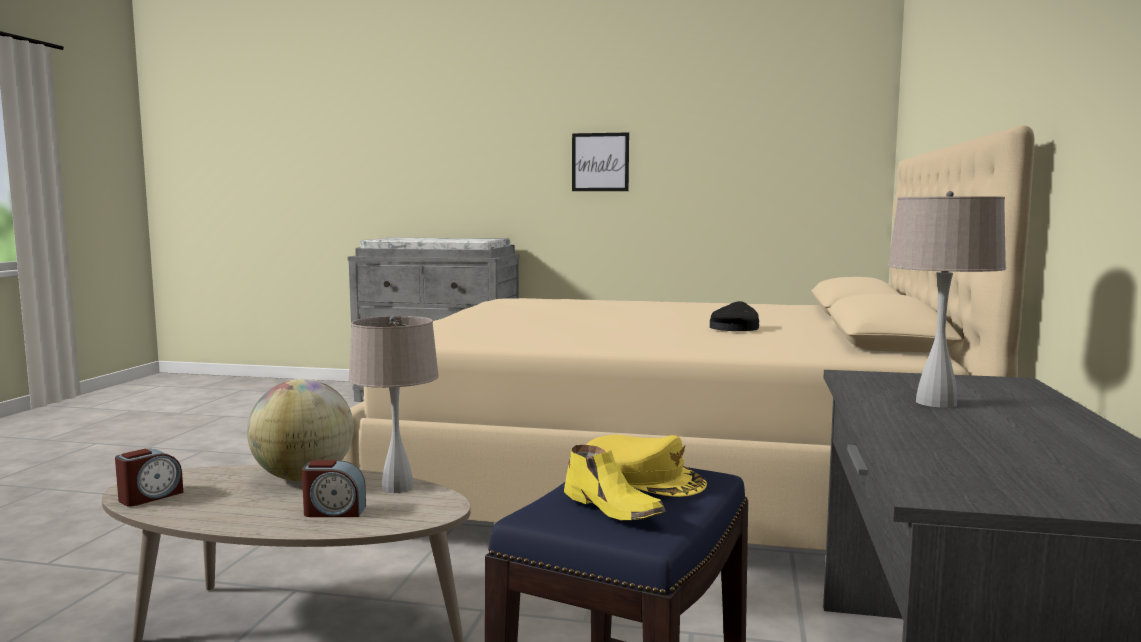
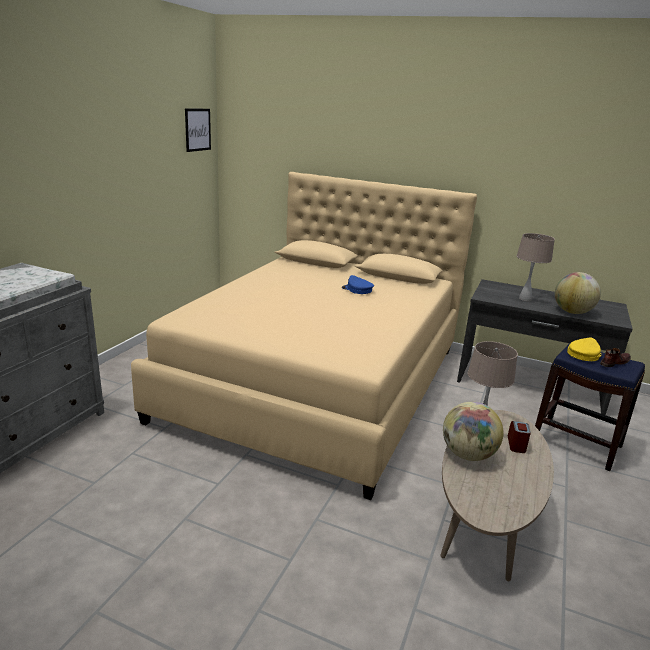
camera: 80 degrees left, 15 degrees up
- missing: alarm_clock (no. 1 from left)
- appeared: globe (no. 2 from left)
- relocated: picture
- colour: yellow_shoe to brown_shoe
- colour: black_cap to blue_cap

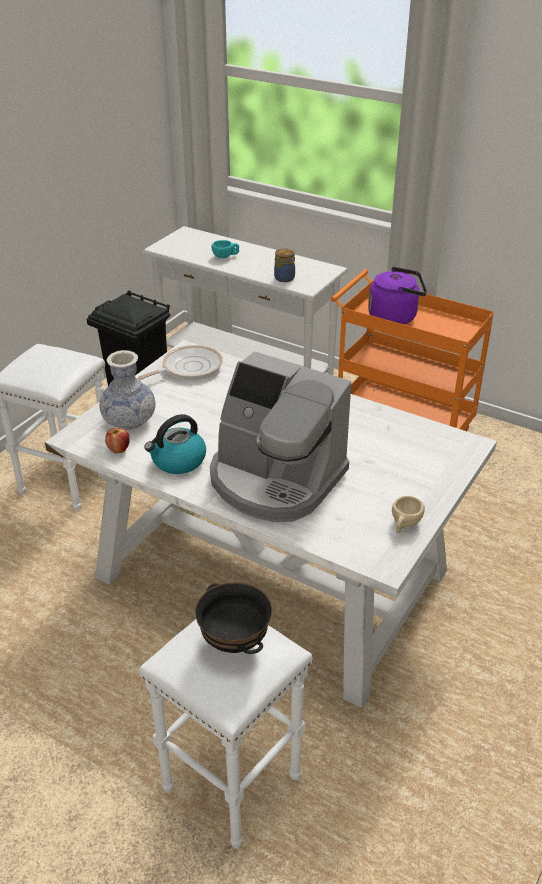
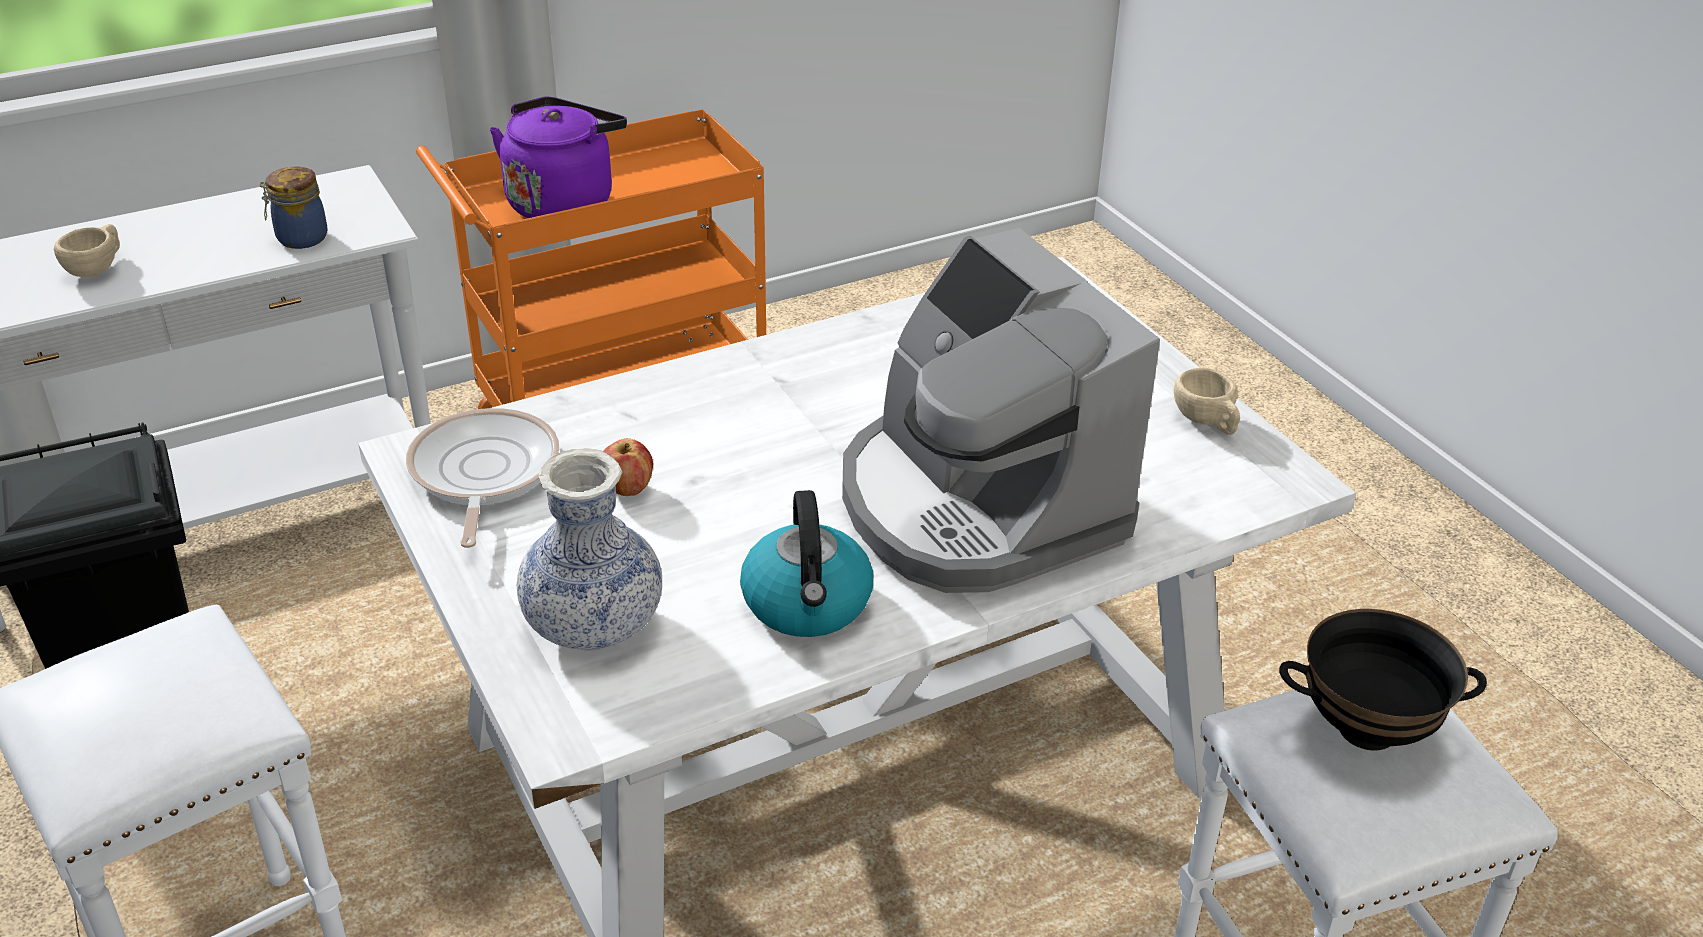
camera: 60 degrees left, 0 degrees up
- relocated: apple
- colour: turquoise_cup to beige_cup (no. 1 from left)
- spun: coffee_machine 90 degrees clockwise

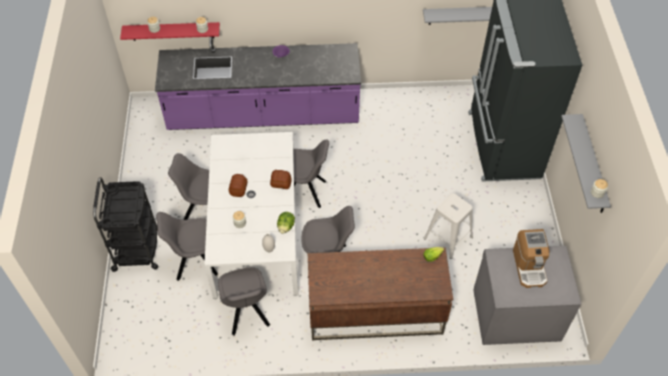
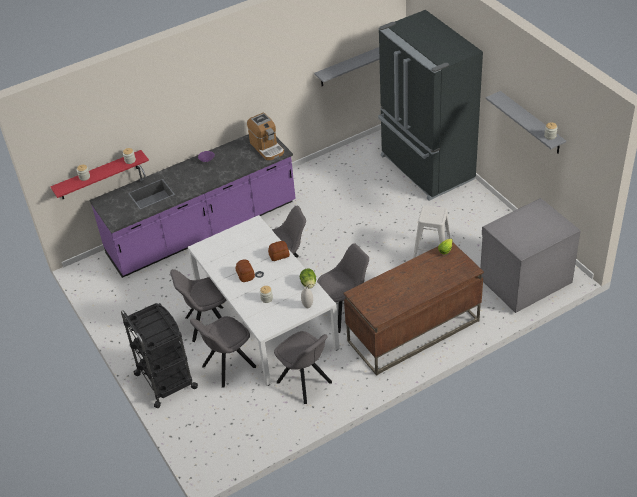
camera: 25 degrees left, 10 degrees down
- relocated: coffee_machine

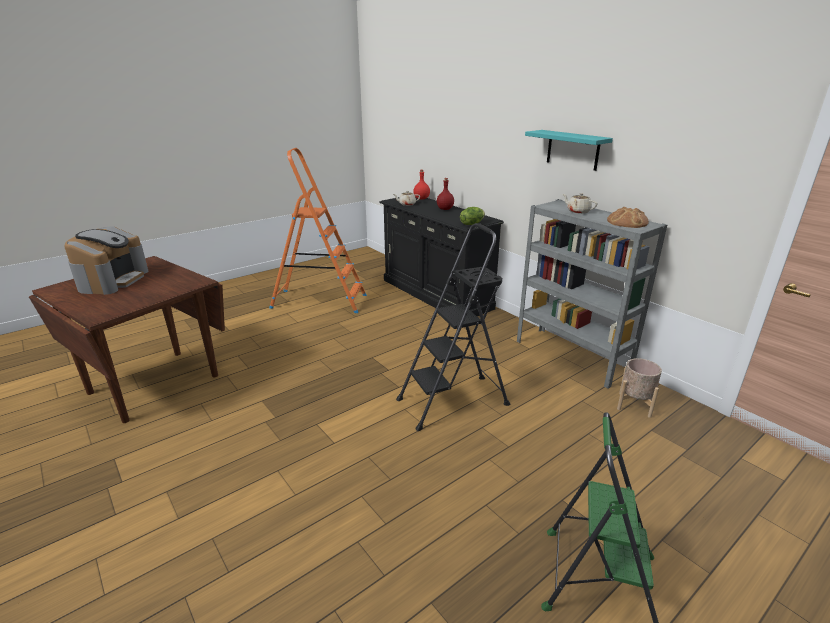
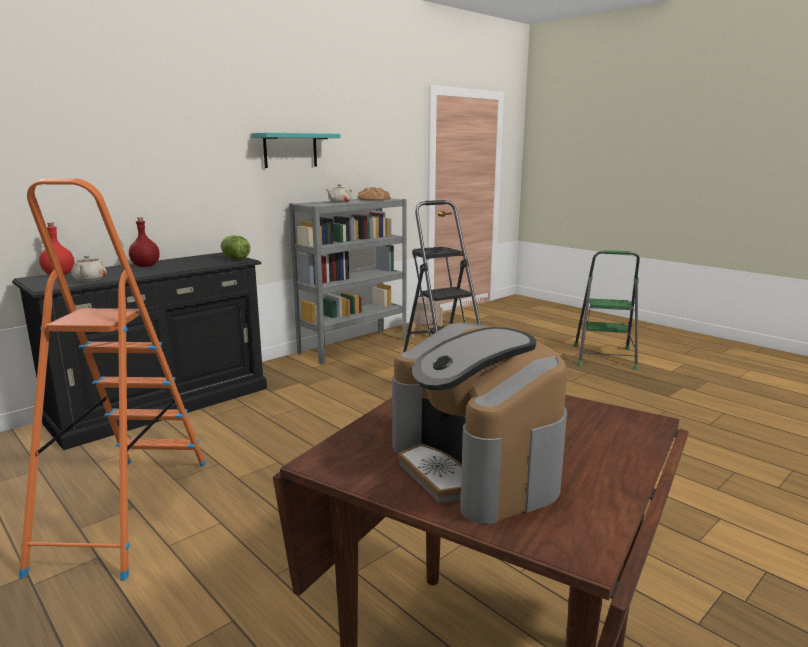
camera: 95 degrees left, 10 degrees down
- spun: coffee_machine 120 degrees counterclockwise

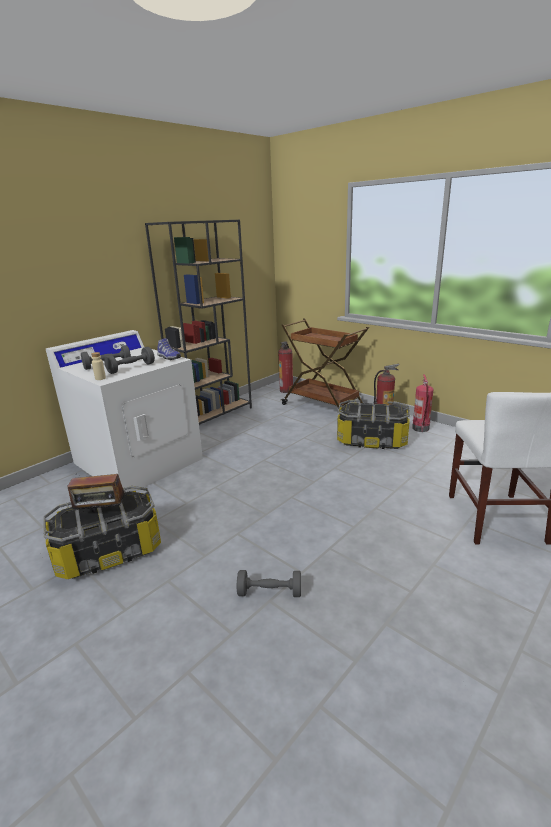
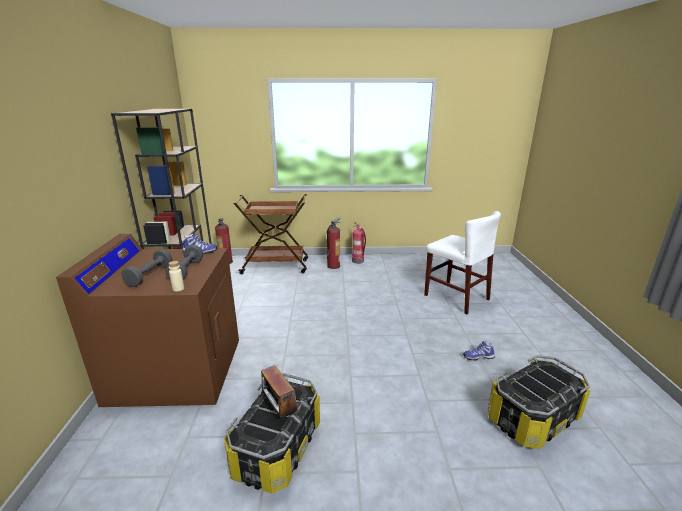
camera: 45 degrees left, 0 degrees up
- missing: grey_dumbbell (no. 3 from left)
- appeared: shoe (no. 2 from left)
- relocated: storage_box (no. 2 from left)
- colour: white_washing_machine to brown_washing_machine
- spun: radio 105 degrees clockwise

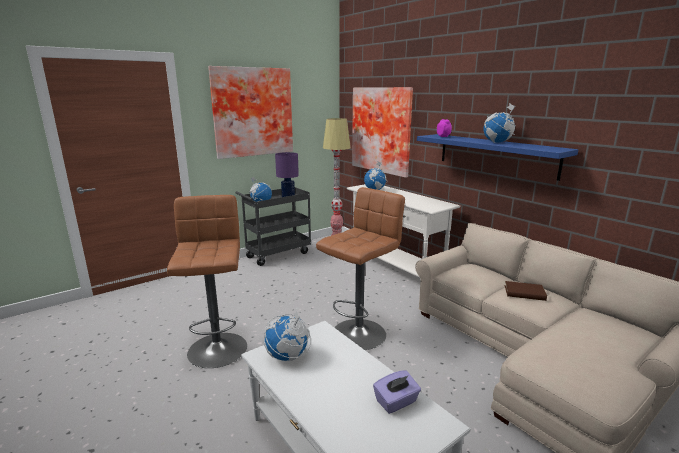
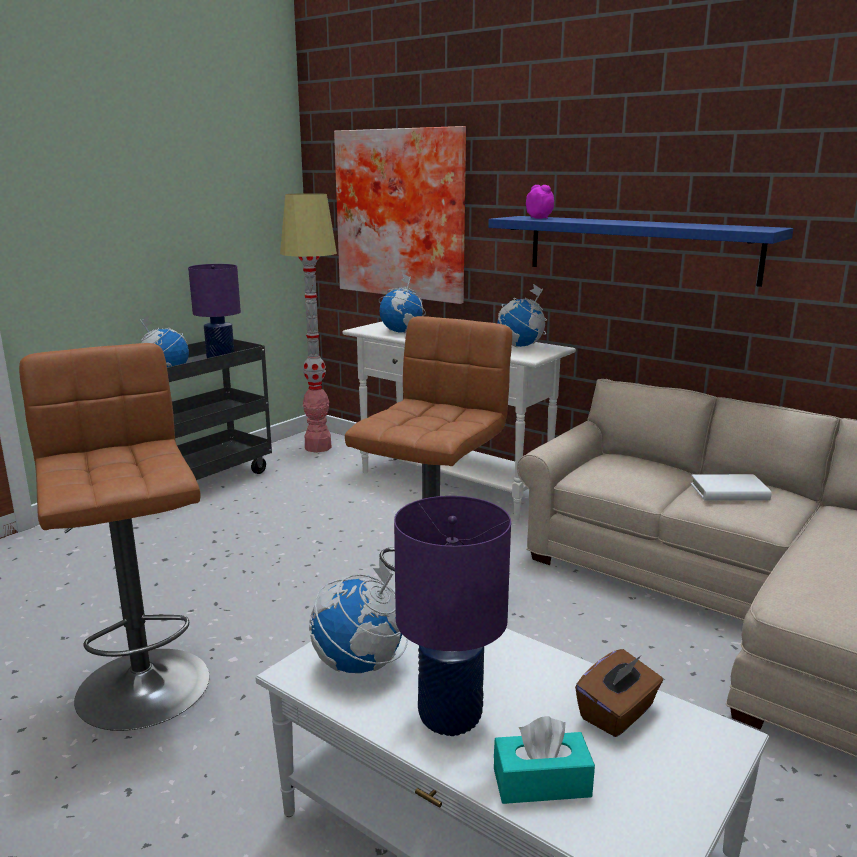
camera: 15 degrees left, 0 degrees up
- missing: picture (no. 1 from left)
- appeared: purple_table_lamp (no. 2 from left)
- appeared: turquoise_tissue_box
- relocated: globe (no. 4 from left)
- colour: purple_tissue_box to brown_tissue_box
- colour: brown_book to white_book

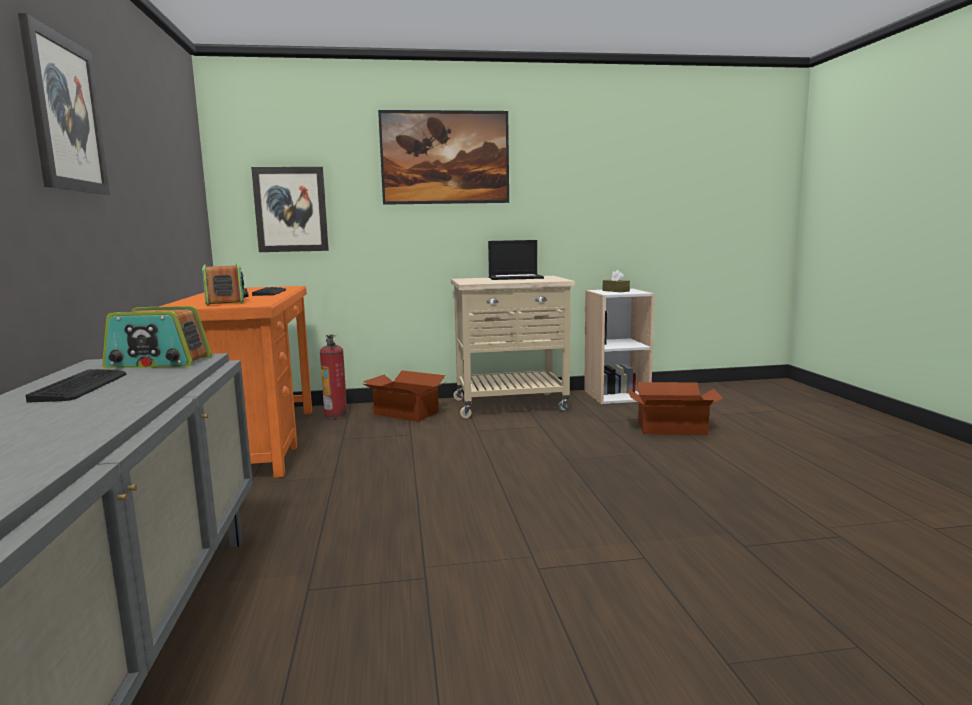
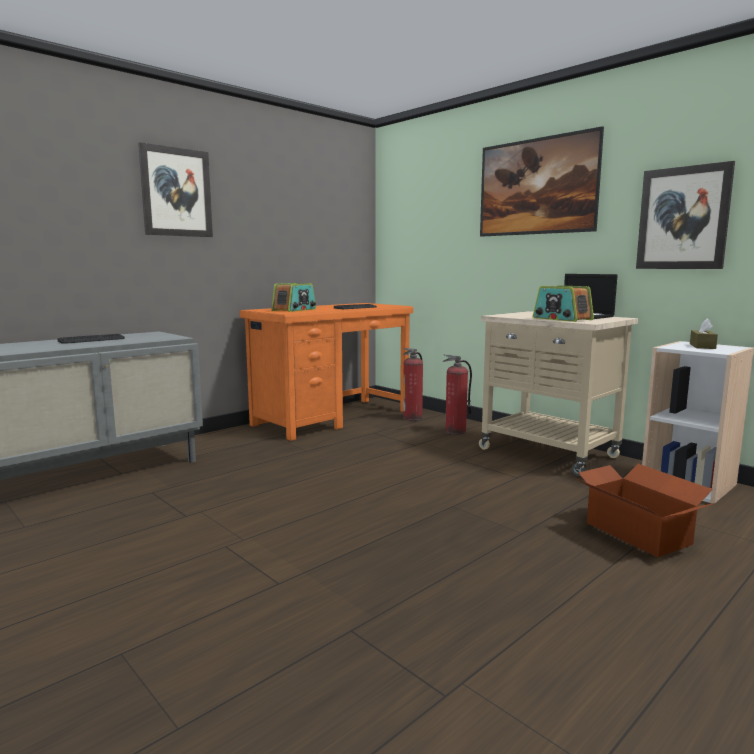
camera: 55 degrees right, 0 degrees up
- relocated: radio (no. 1 from left in the first image) to radio (no. 2 from left)
- relocated: picture (no. 2 from left in the first image) to picture (no. 3 from left)
- exchanged: cardboard_box (no. 1 from left) to fire_extinguisher (no. 2 from left)

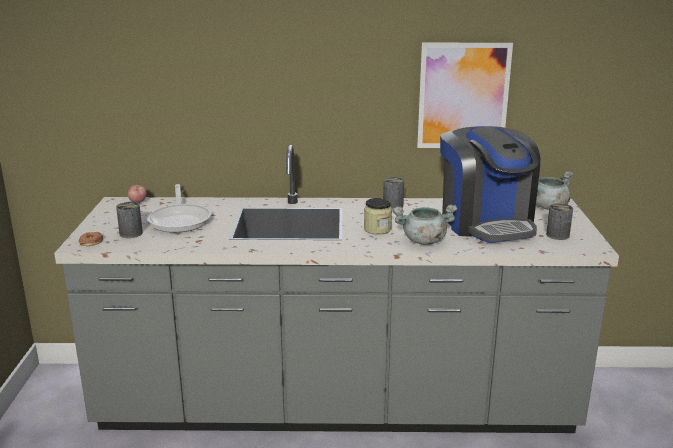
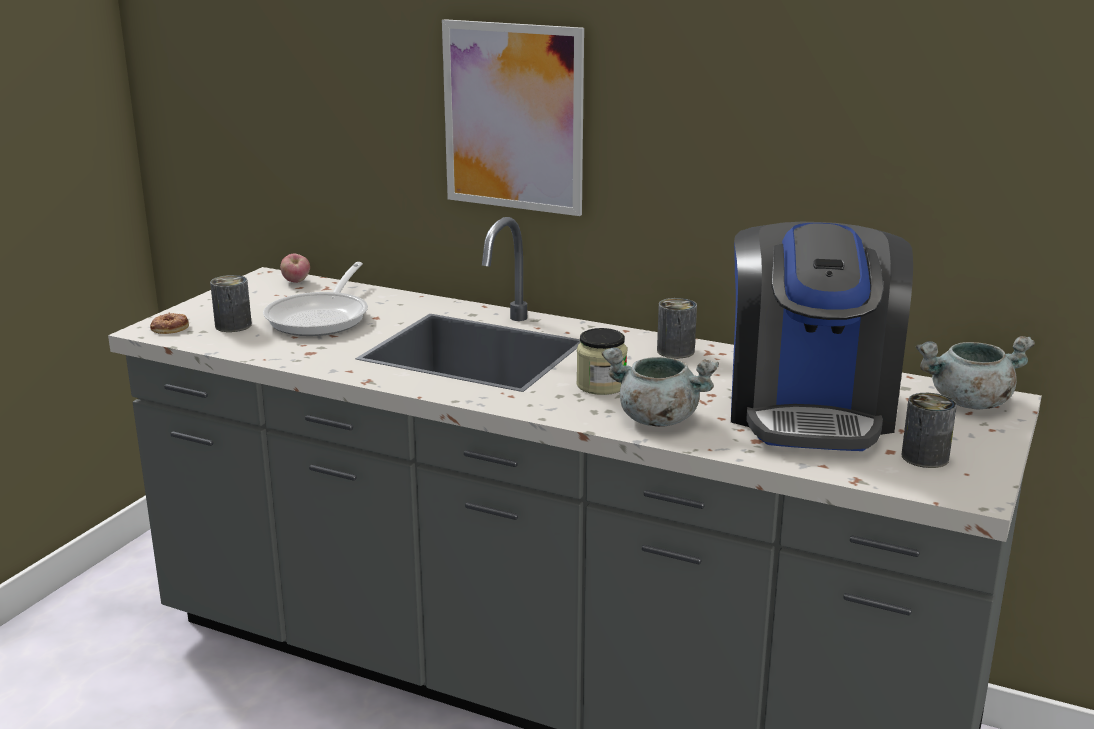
camera: 25 degrees right, 0 degrees up
- relocated: picture

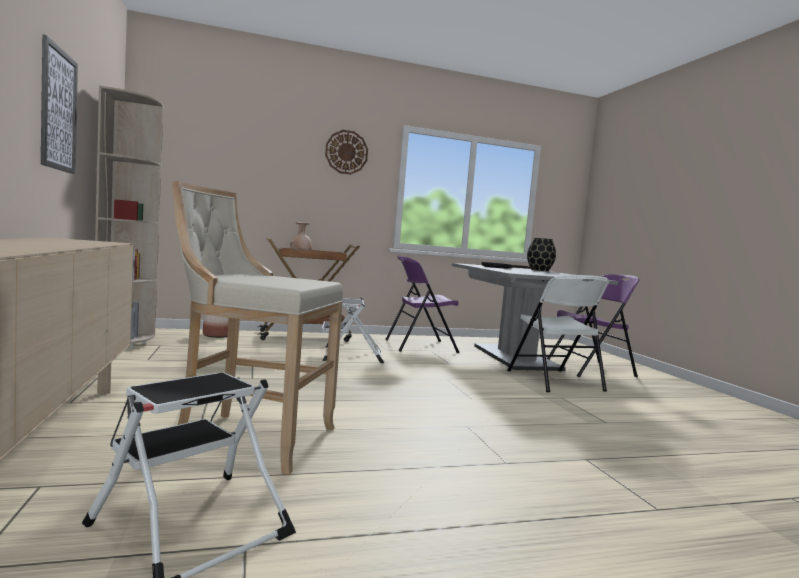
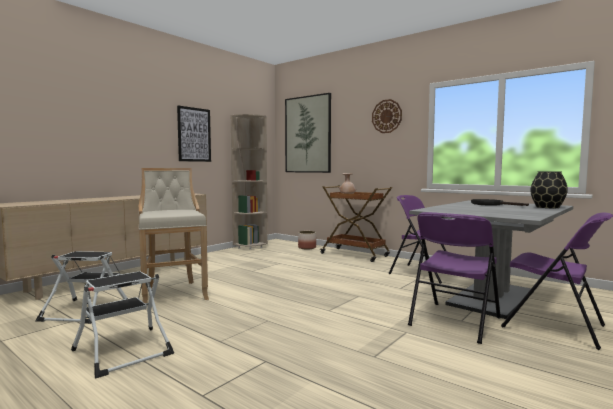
camera: 55 degrees right, 0 degrees up
- appeared: picture (no. 2 from left)
- relocated: step_ladder (no. 2 from left)
- colour: white_chair to purple_chair (no. 2 from left)

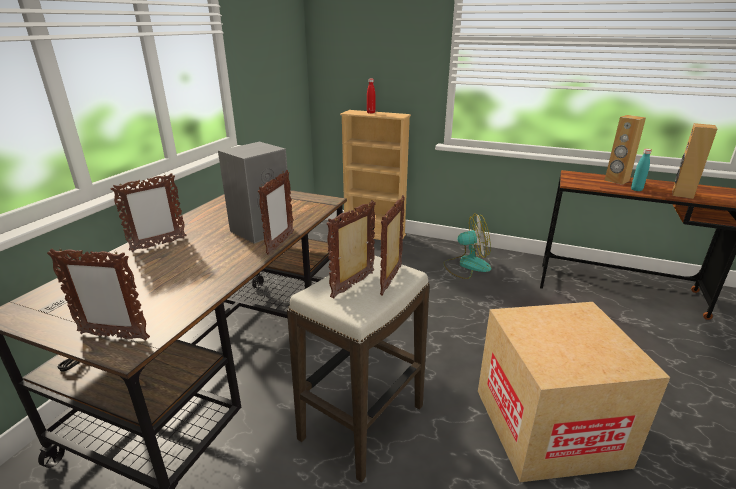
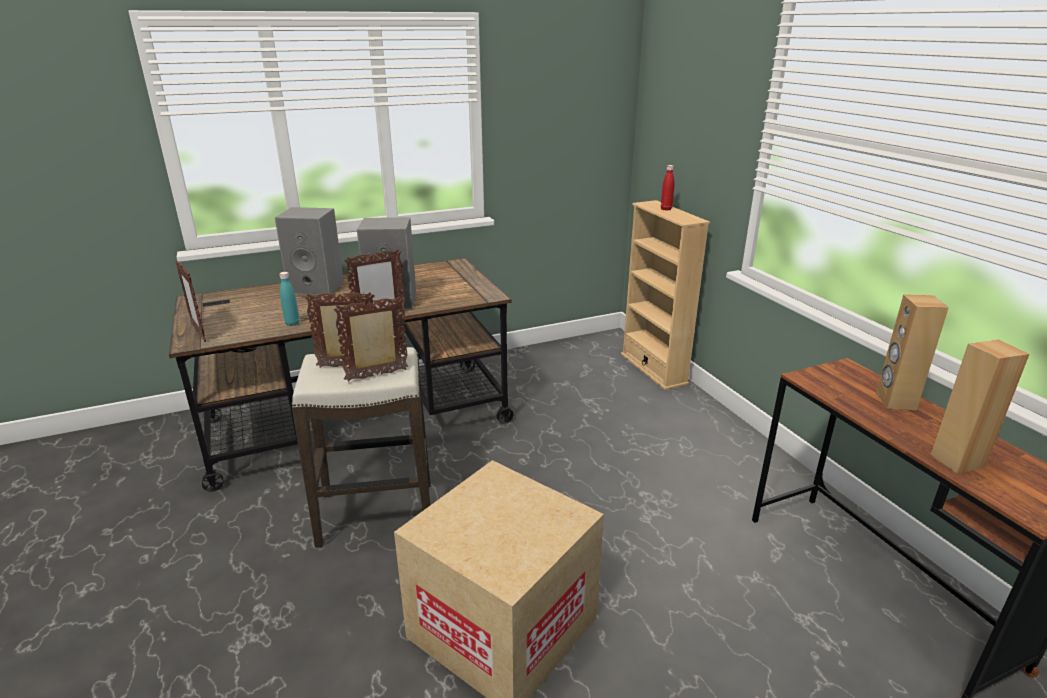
camera: 45 degrees right, 0 degrees up
- missing: fan
- relocated: turquoise_bottle
- exchanged: picture_frame (no. 2 from left) to grey_speaker (no. 1 from left)

